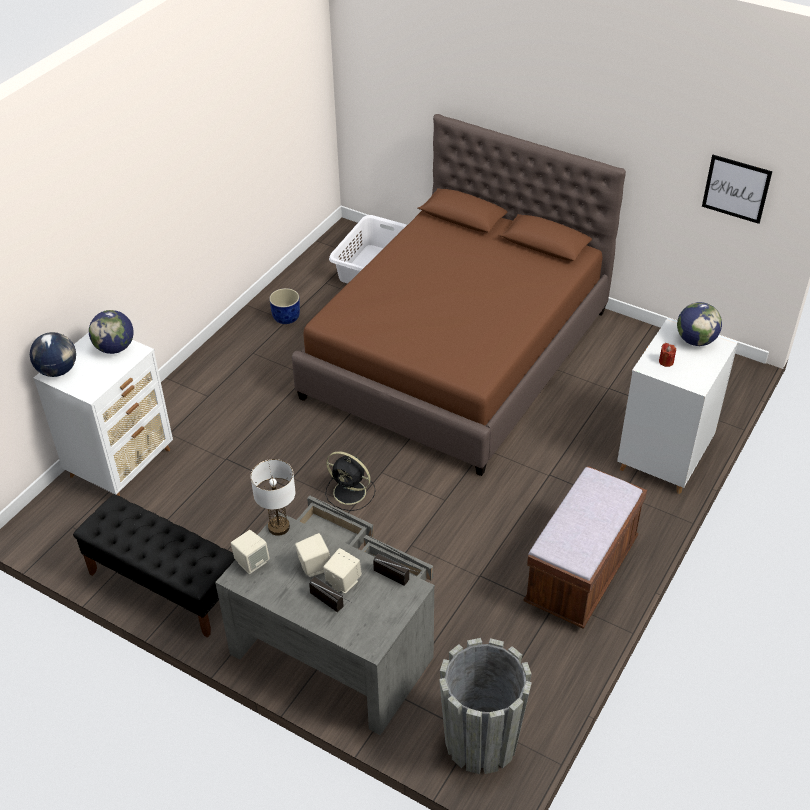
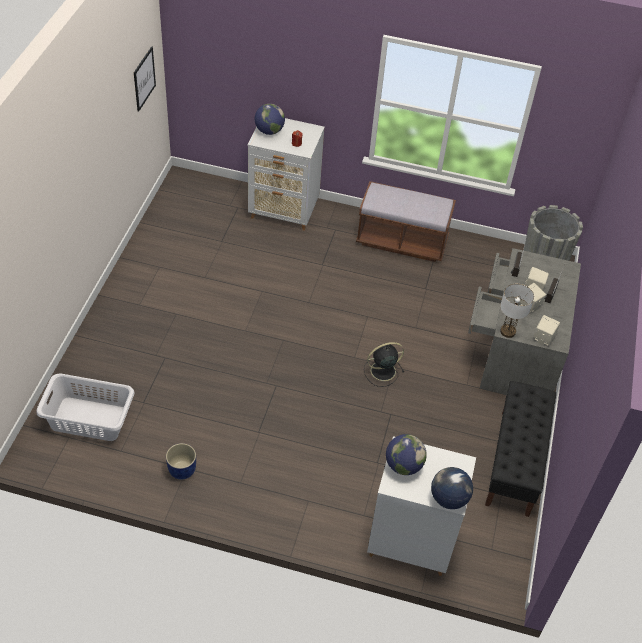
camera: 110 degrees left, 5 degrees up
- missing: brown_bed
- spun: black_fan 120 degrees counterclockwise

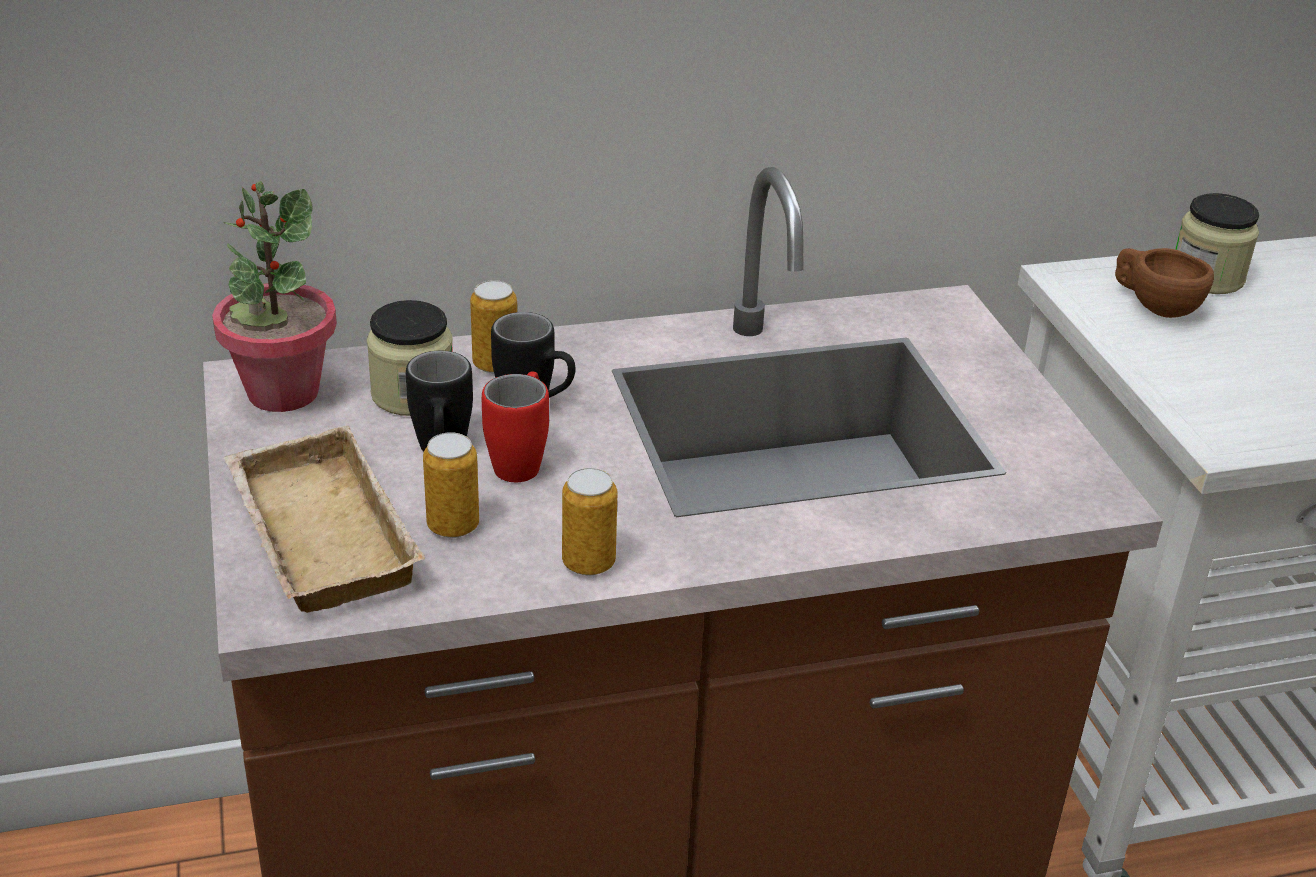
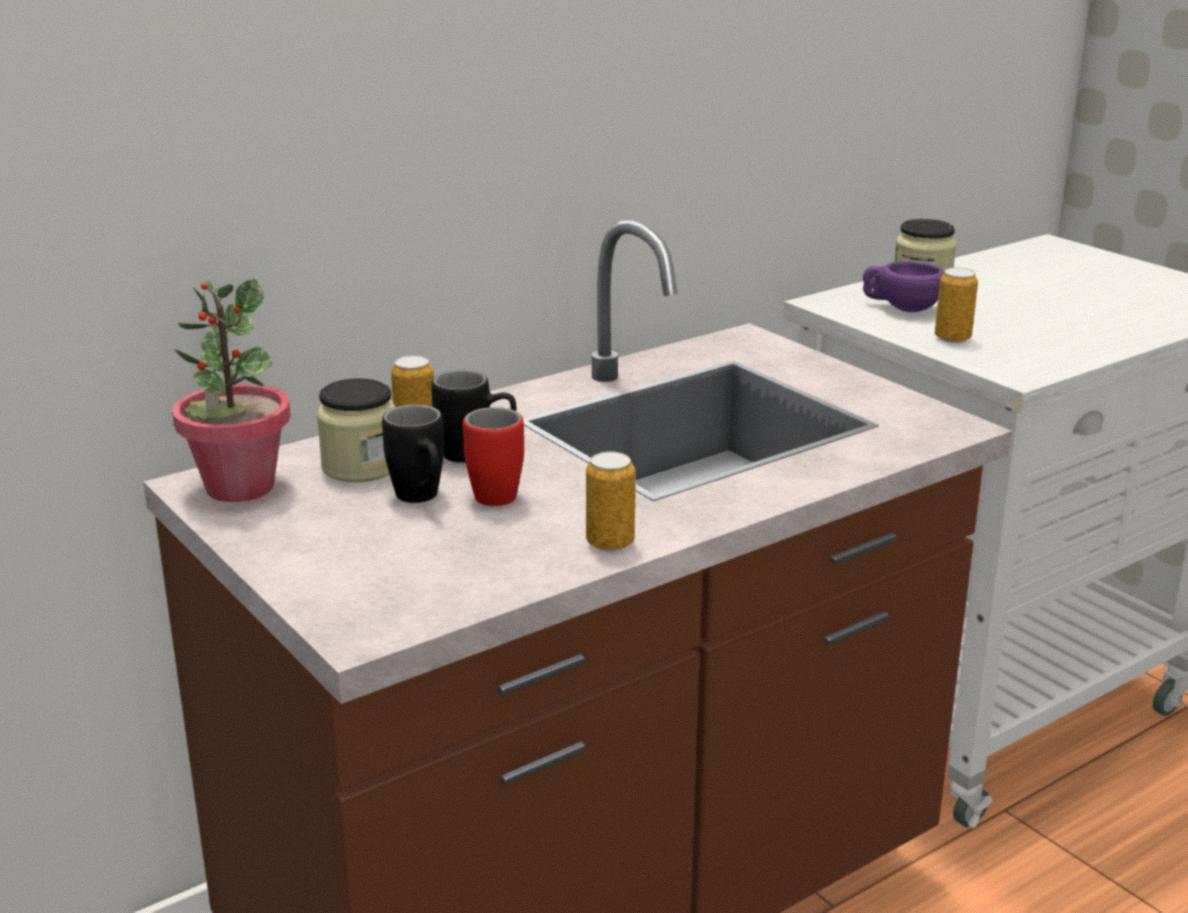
camera: 20 degrees left, 10 degrees down
- missing: beige_tray
- relocated: can (no. 1 from left in the first image) to can (no. 3 from left)
- colour: brown_cup to purple_cup

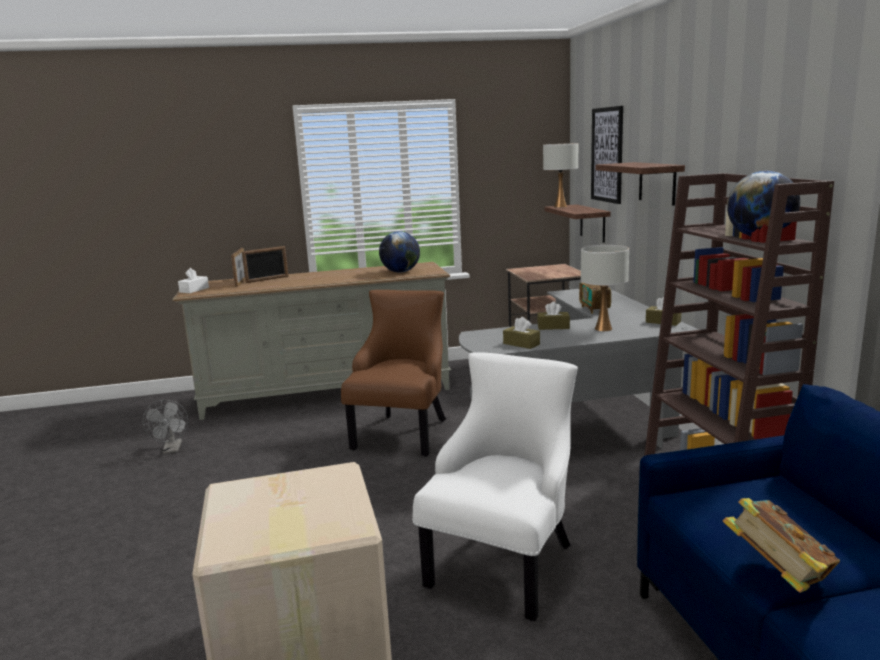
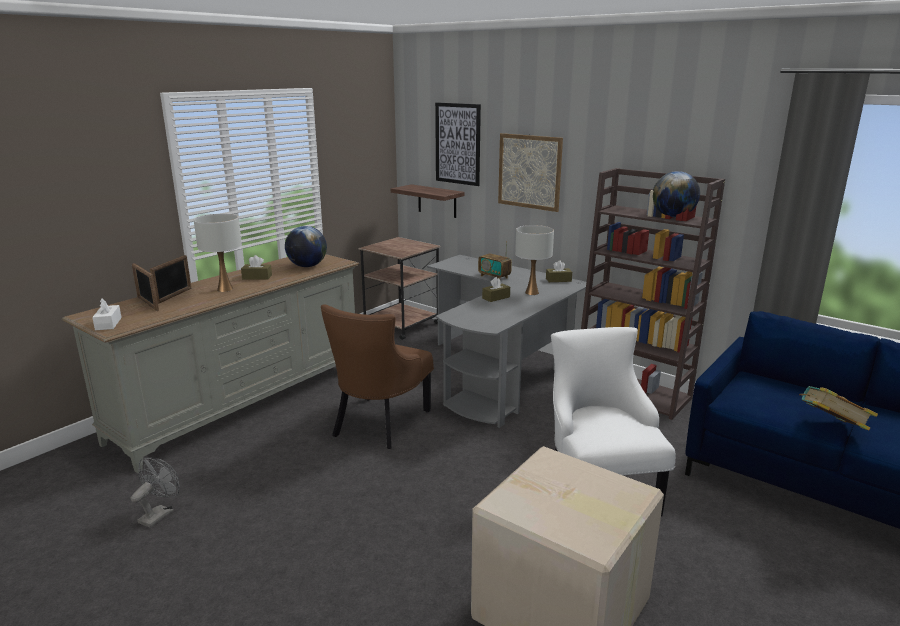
camera: 40 degrees left, 5 degrees up
- relocated: brown_tissue_box (no. 1 from left)
- relocated: white_table_lamp (no. 1 from left)
- exchanged: shelf (no. 2 from left) to picture (no. 2 from left)
- spun: grey_fan 105 degrees counterclockwise
- spun: brown_chair 135 degrees counterclockwise

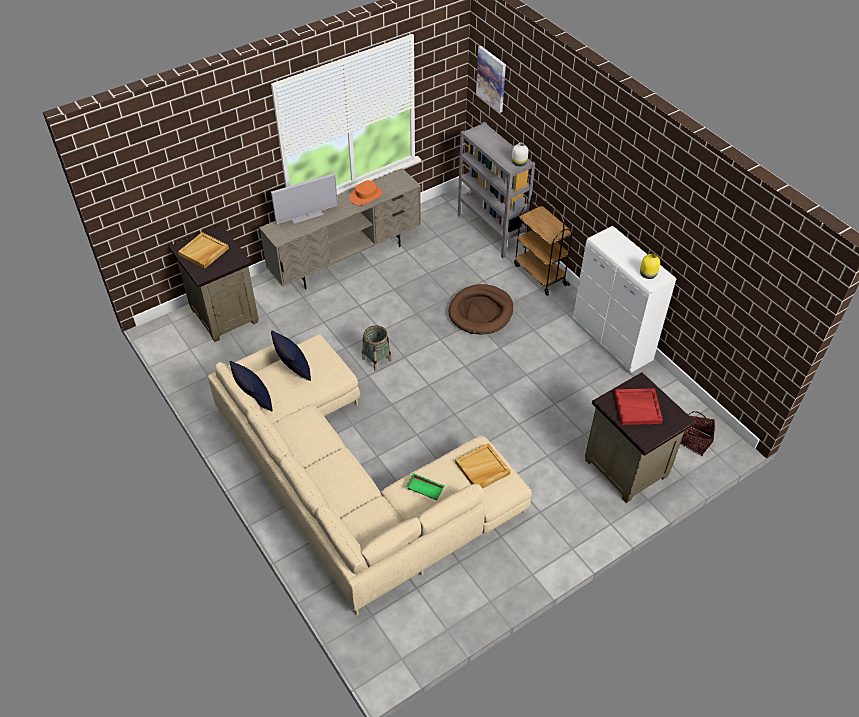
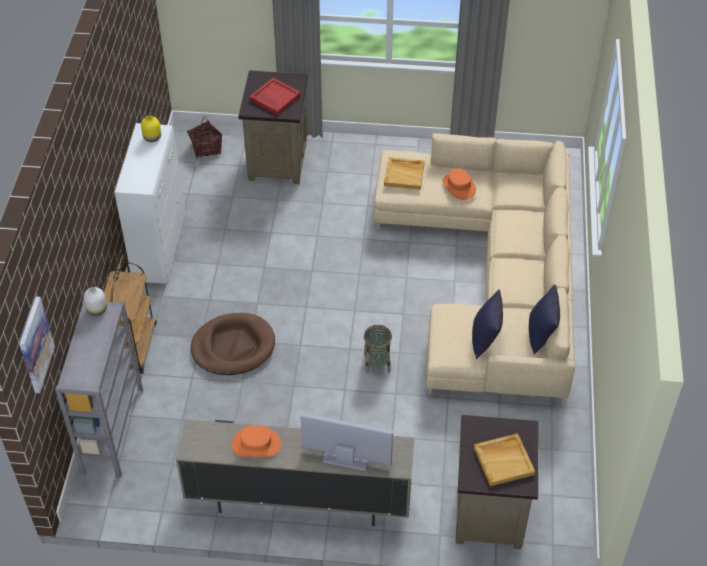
camera: 140 degrees left, 0 degrees up
- exchanged: green_tray to orange_hat (no. 2 from left)

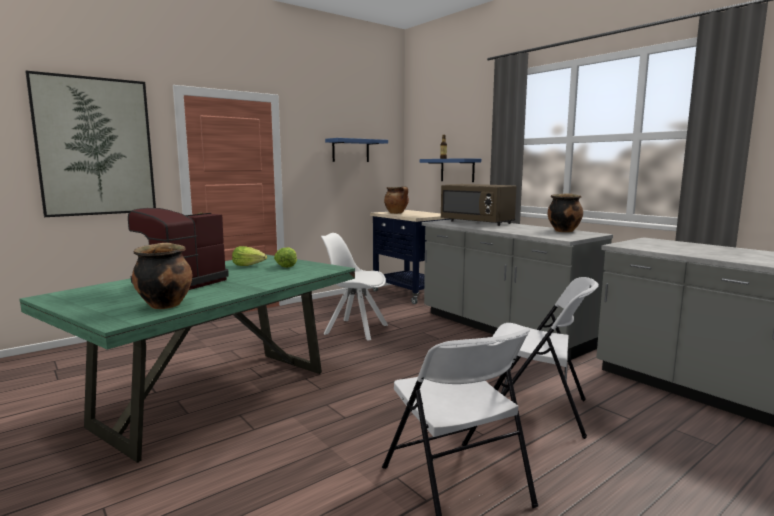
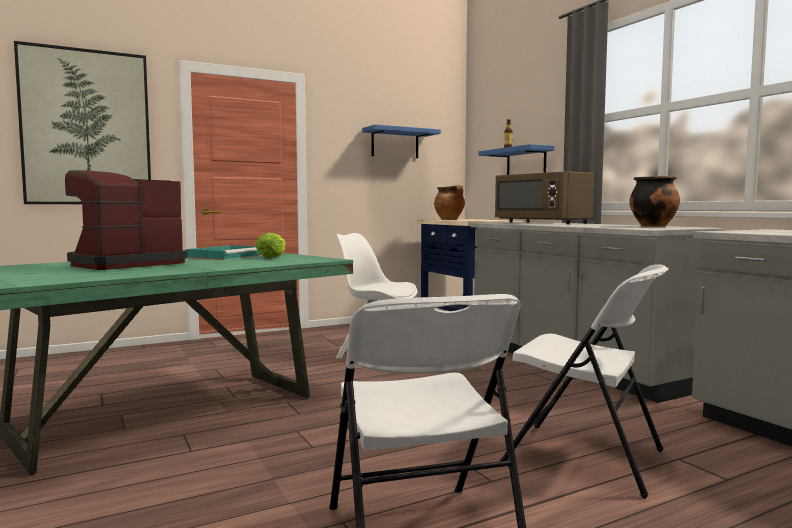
camera: 10 degrees right, 5 degrees down
- missing: cooking_pot (no. 1 from left)
- exchanged: lettuce (no. 1 from left) to turquoise_tray

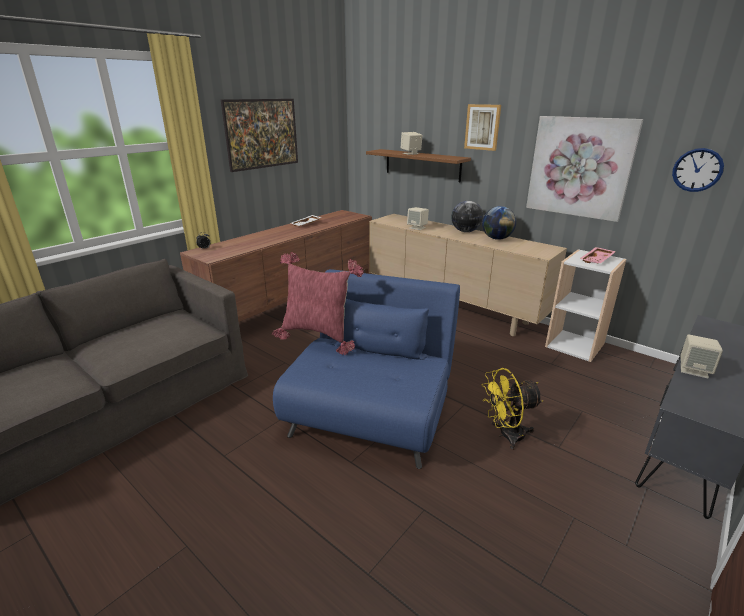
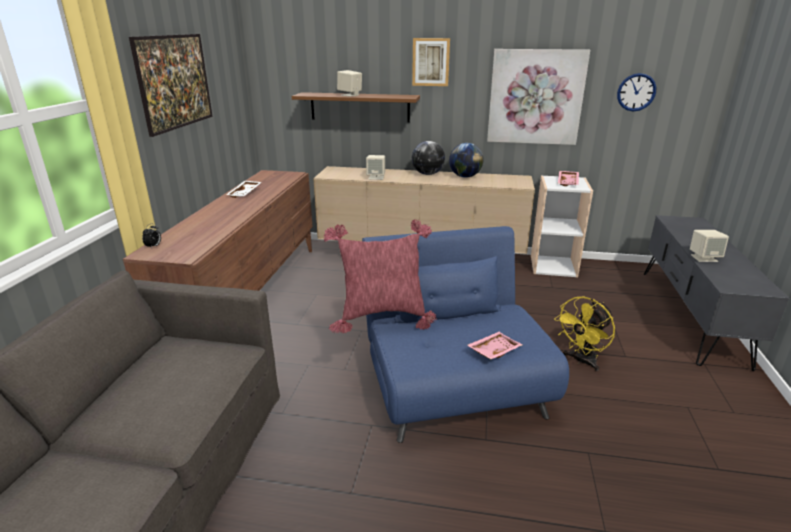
camera: 30 degrees left, 0 degrees up
- appeared: pink_tray (no. 1 from left)

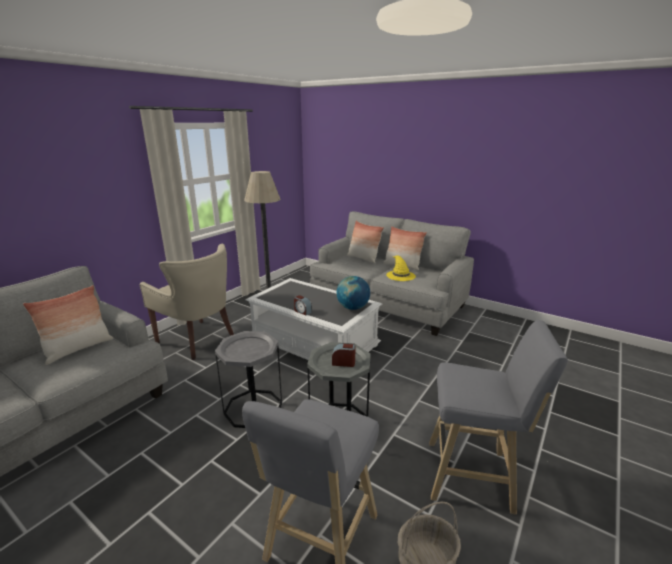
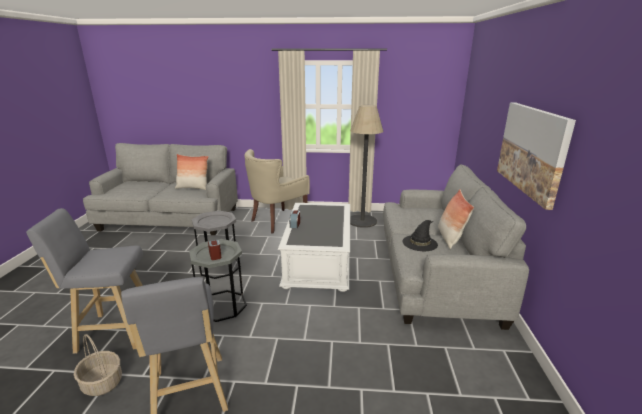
camera: 60 degrees right, 0 degrees up
- missing: globe
- missing: pillow (no. 2 from left)
- appeared: picture
- colour: yellow_hat to black_hat
- spun: beige_armchair 45 degrees clockwise

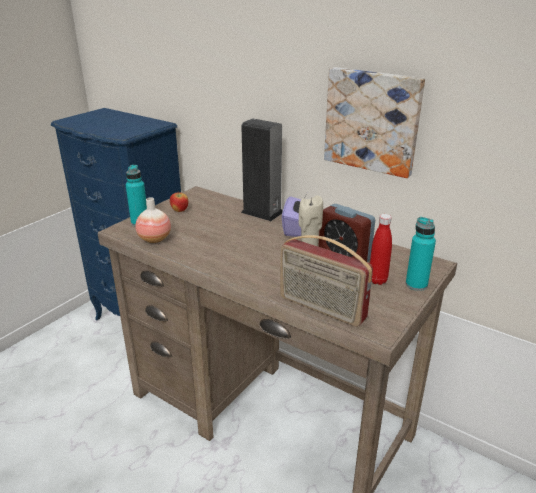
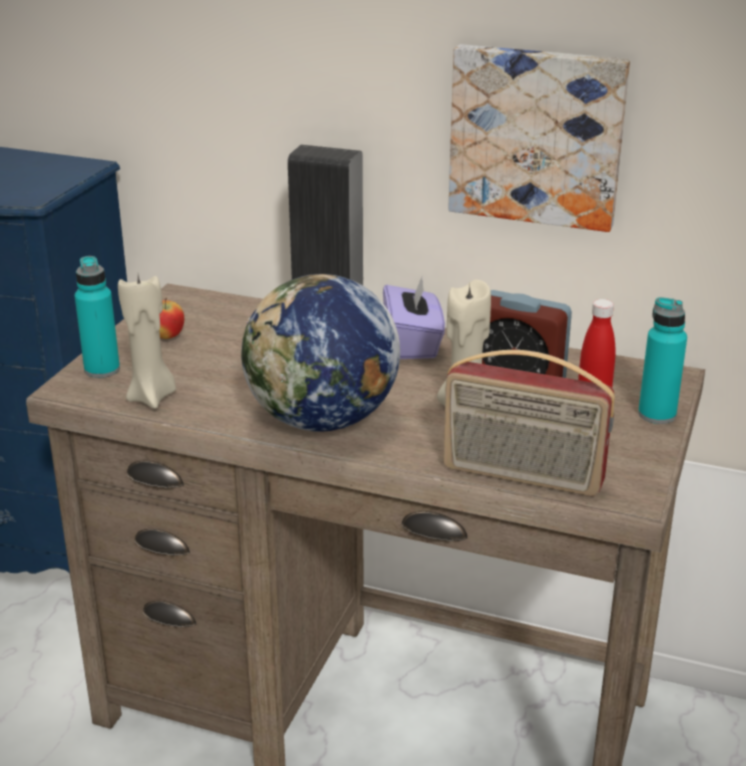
camera: 15 degrees left, 0 degrees up
- appeared: globe
- exchanged: vase to beige_candle (no. 1 from left)

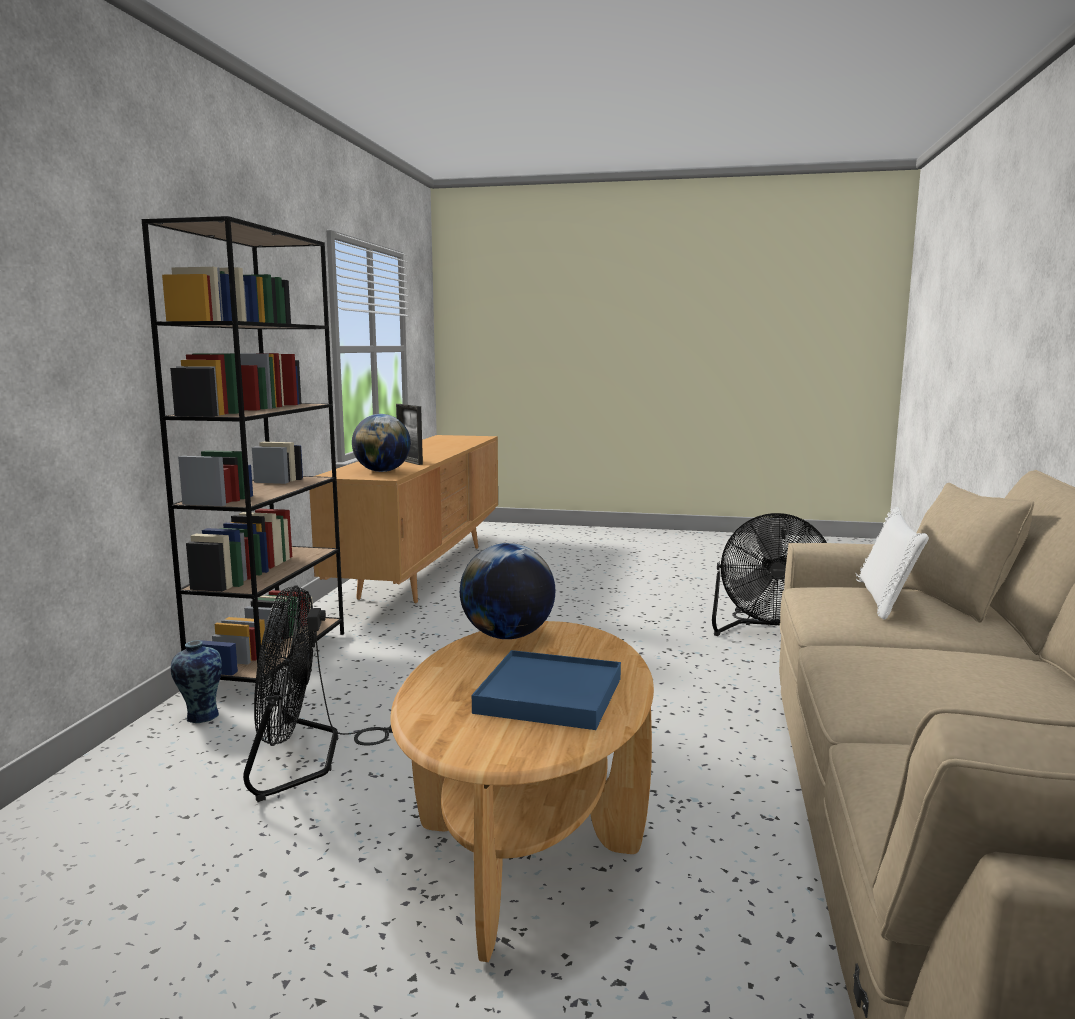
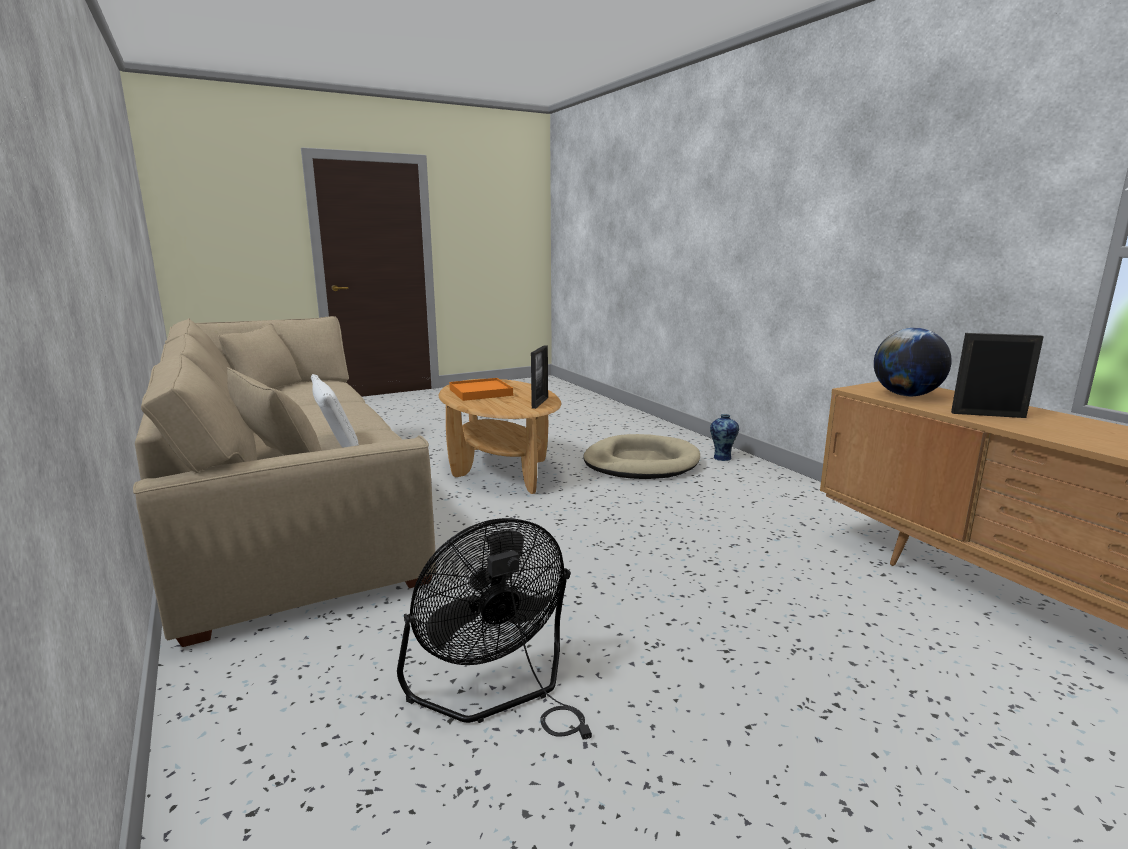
camera: 140 degrees right, 5 degrees up
- missing: beige_bookcase
- exchanged: black_fan (no. 1 from left) to beige_dog_bed
- exchanged: globe (no. 2 from left) to picture_frame (no. 1 from left)
- colour: blue_tray to orange_tray

